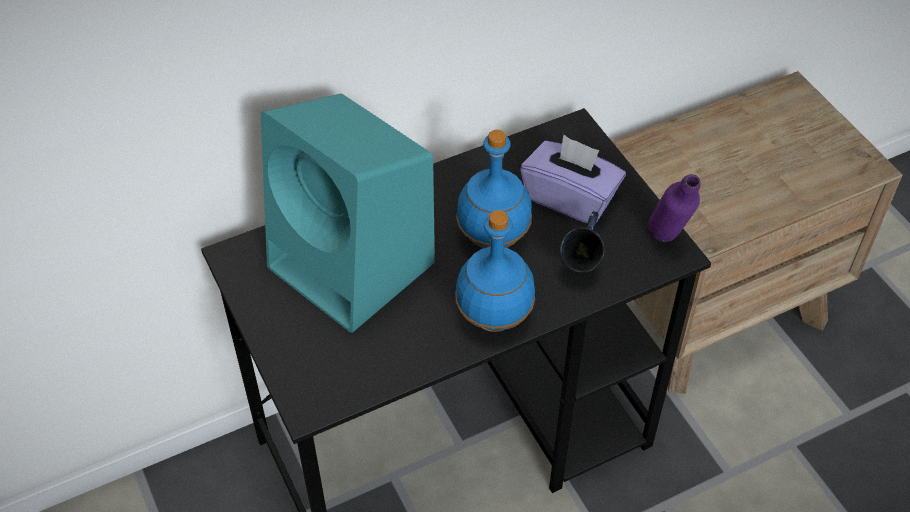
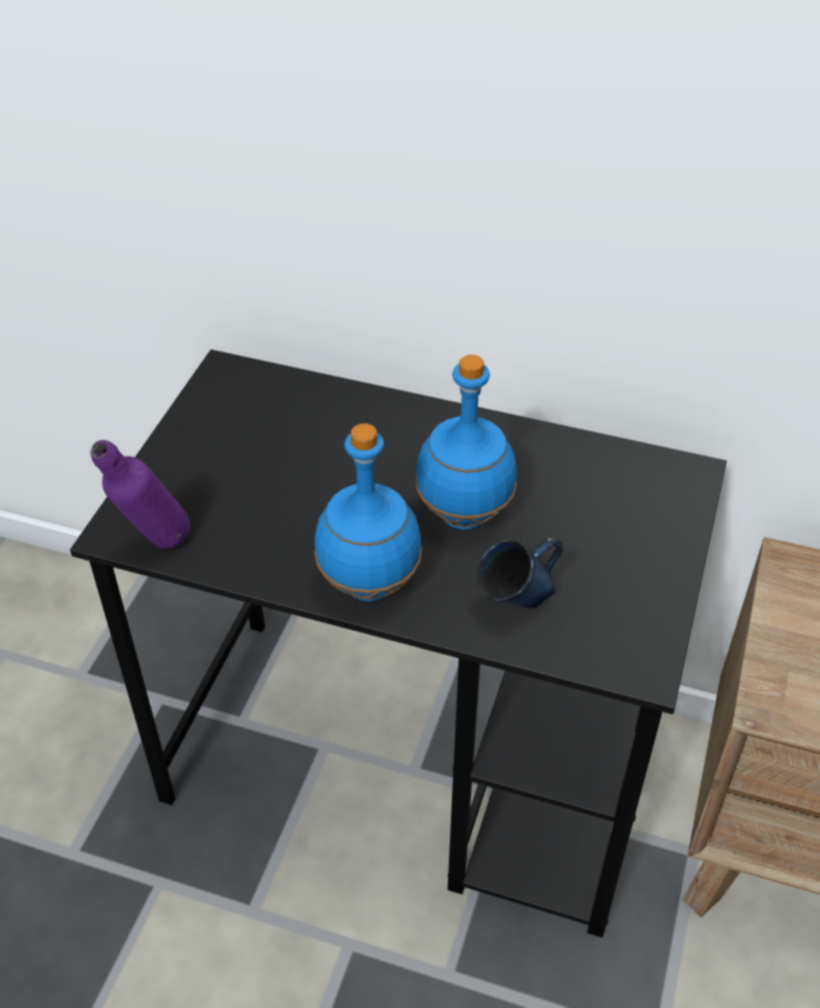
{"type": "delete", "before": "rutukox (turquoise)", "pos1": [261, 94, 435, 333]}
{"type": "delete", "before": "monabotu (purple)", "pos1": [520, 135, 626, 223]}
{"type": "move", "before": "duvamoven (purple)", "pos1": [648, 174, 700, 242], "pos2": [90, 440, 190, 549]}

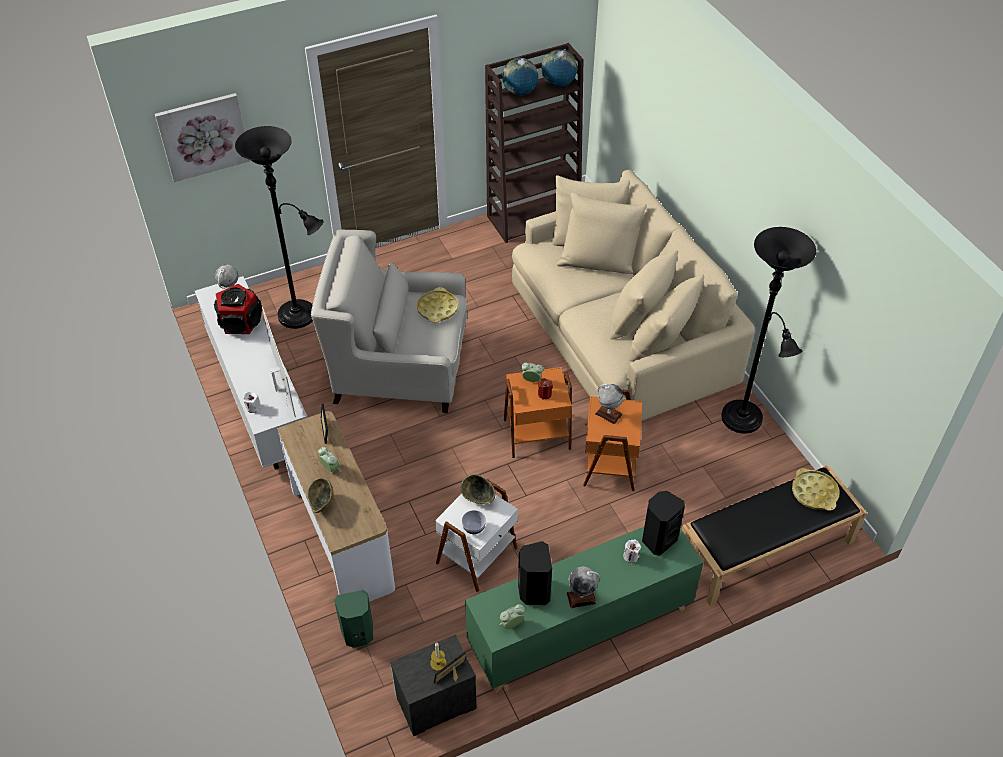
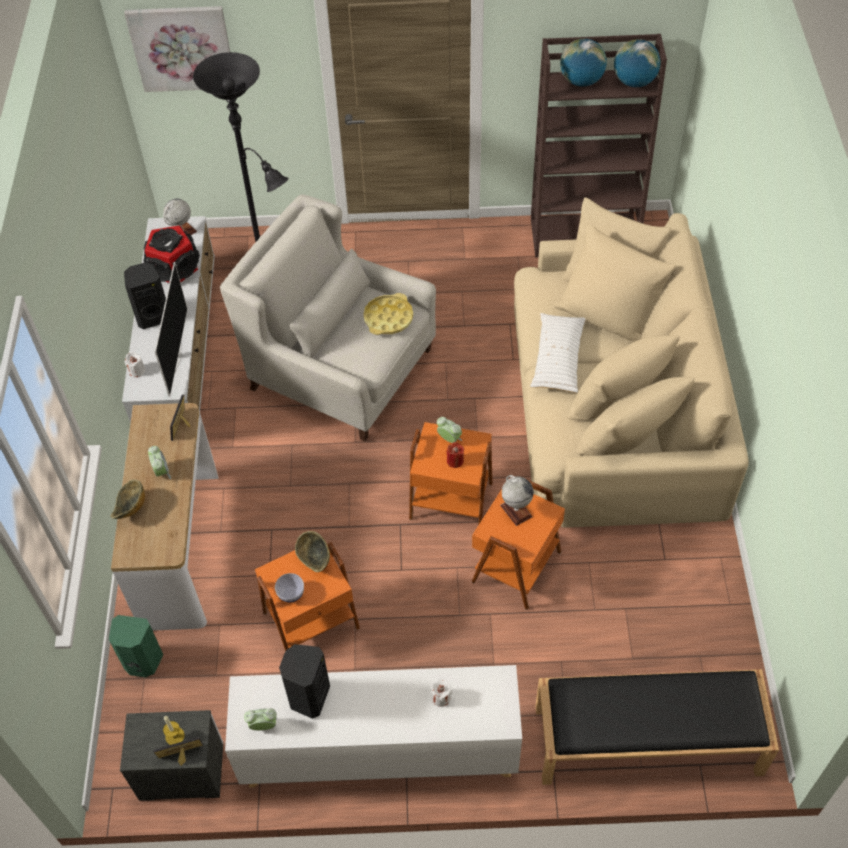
{"type": "recolor", "before": "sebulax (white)", "after": "sebulax (orange)", "pos1": [435, 479, 518, 592], "pos2": [255, 542, 360, 651]}
{"type": "recolor", "before": "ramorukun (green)", "after": "ramorukun (white)", "pos1": [465, 527, 704, 693], "pos2": [225, 665, 522, 788]}
{"type": "delete", "before": "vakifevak", "pos1": [567, 567, 600, 608]}
{"type": "move", "before": "rutukox (black)", "pos1": [642, 491, 685, 555], "pos2": [124, 263, 166, 329]}
{"type": "delete", "before": "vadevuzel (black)", "pos1": [721, 227, 816, 434]}
{"type": "delete", "before": "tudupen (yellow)", "pos1": [792, 468, 840, 511]}
{"type": "insert", "after": "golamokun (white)", "pos2": [530, 313, 586, 393]}

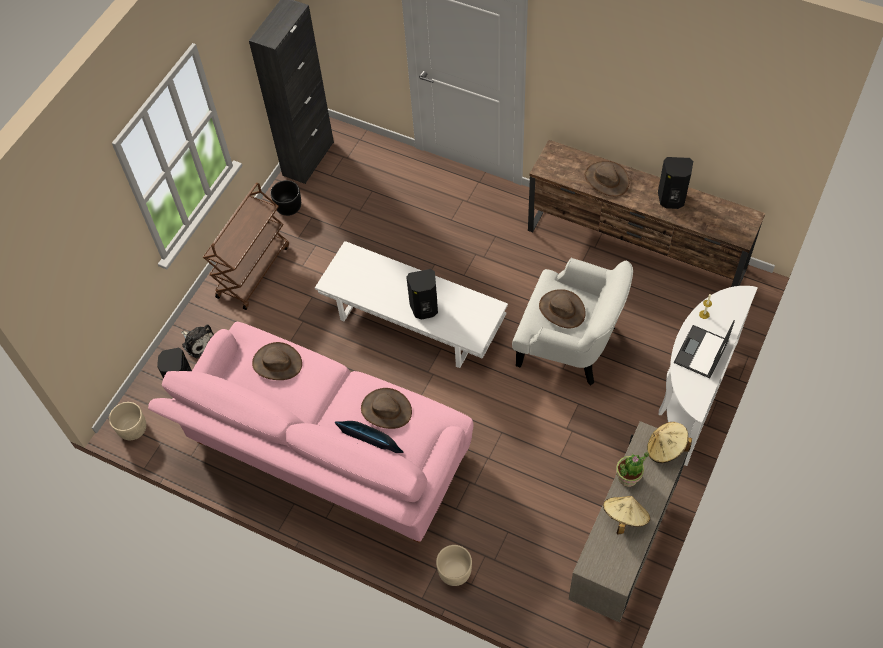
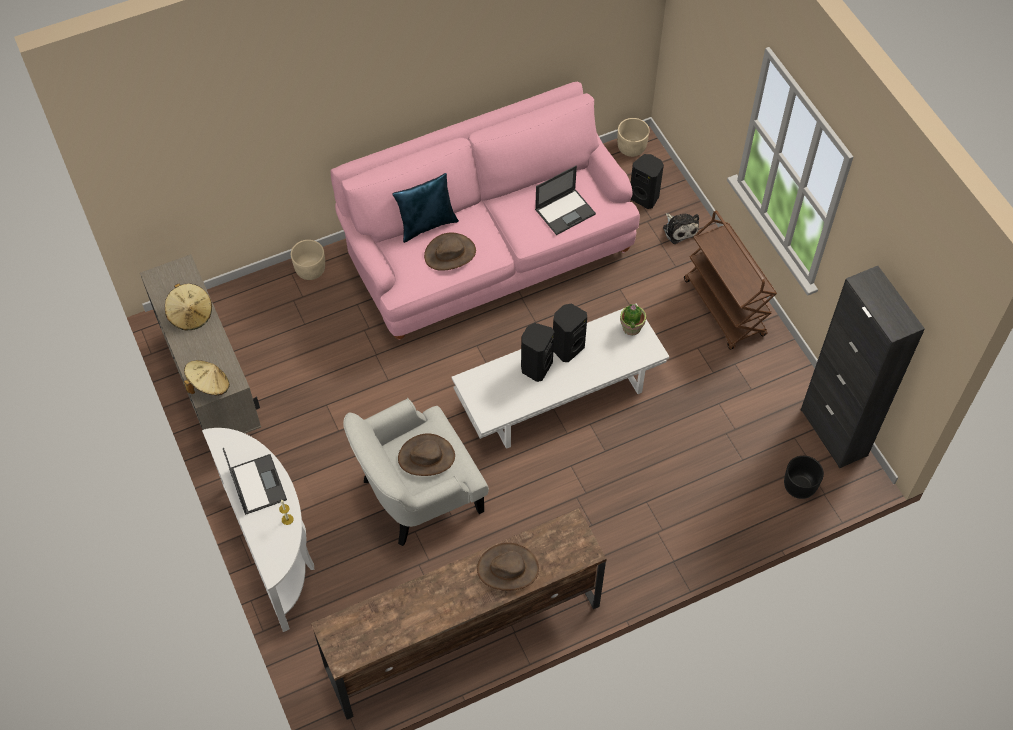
{"type": "rotate", "before": "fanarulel", "pos1": [181, 324, 214, 358], "pos2": [663, 213, 699, 244], "turn": -105}
{"type": "replace", "before": "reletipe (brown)", "after": "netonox", "pos1": [252, 342, 302, 380], "pos2": [535, 166, 596, 235]}
{"type": "move", "before": "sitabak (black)", "pos1": [270, 180, 301, 216], "pos2": [784, 456, 824, 499]}
{"type": "move", "before": "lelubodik", "pos1": [616, 452, 649, 487], "pos2": [620, 304, 646, 335]}
{"type": "move", "before": "rutukox (black)", "pos1": [658, 157, 693, 209], "pos2": [553, 304, 587, 362]}

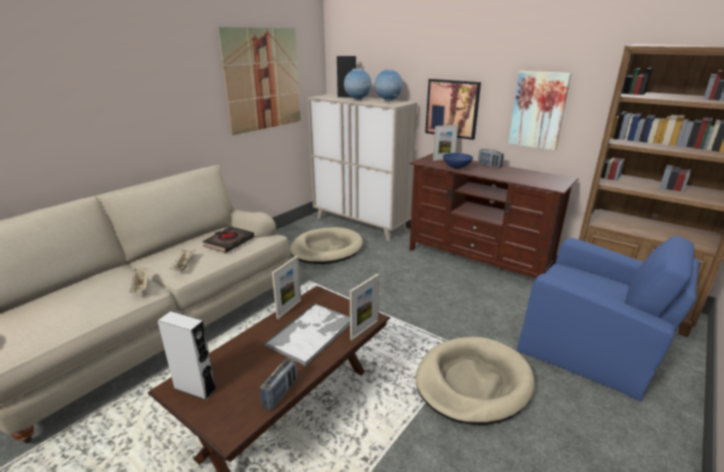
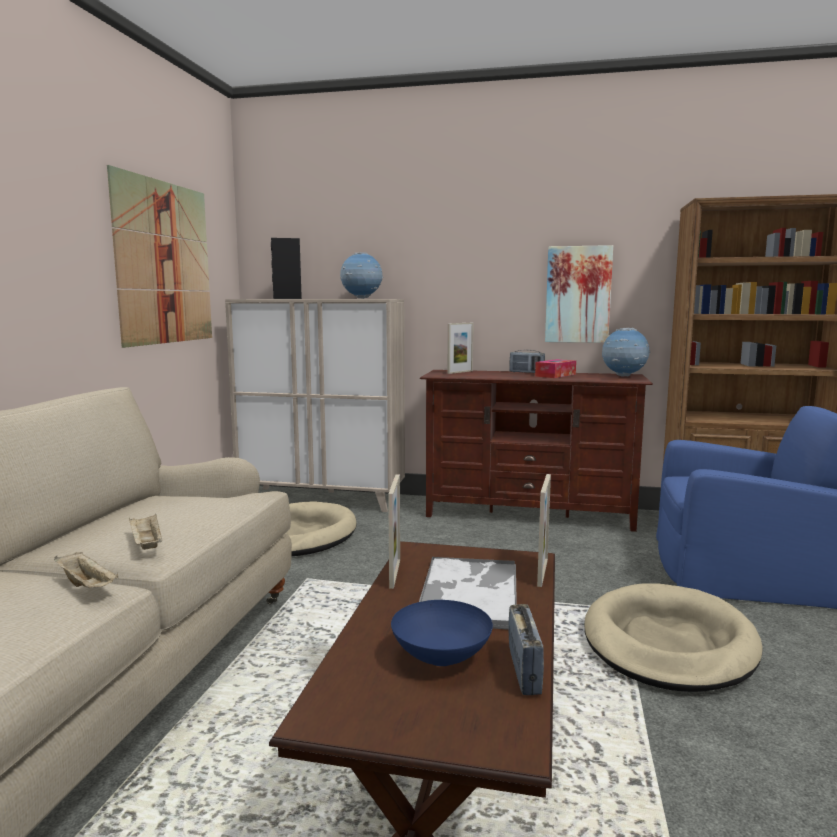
{"type": "delete", "before": "rutukox (grey)", "pos1": [157, 311, 216, 400]}
{"type": "delete", "before": "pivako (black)", "pos1": [202, 226, 254, 253]}
{"type": "move", "before": "vakifevak", "pos1": [344, 68, 372, 100], "pos2": [602, 328, 650, 377]}
{"type": "delete", "before": "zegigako", "pos1": [425, 79, 481, 140]}
{"type": "move", "before": "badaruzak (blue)", "pos1": [443, 153, 473, 169], "pos2": [391, 600, 493, 666]}
{"type": "insert", "after": "monabotu", "pos2": [535, 359, 576, 378]}

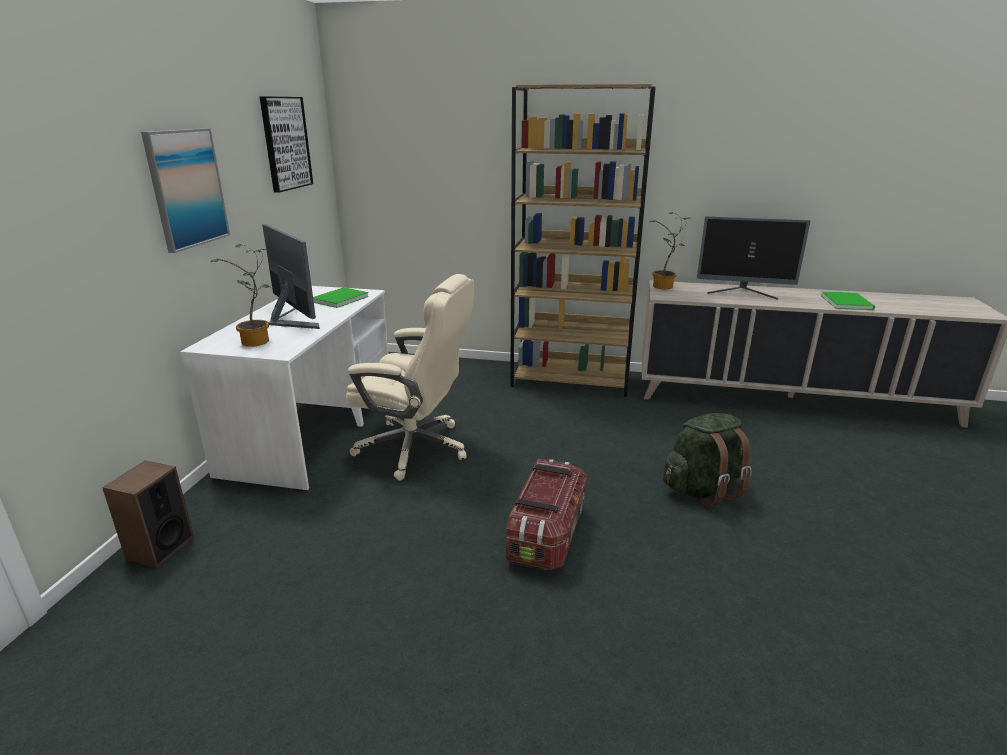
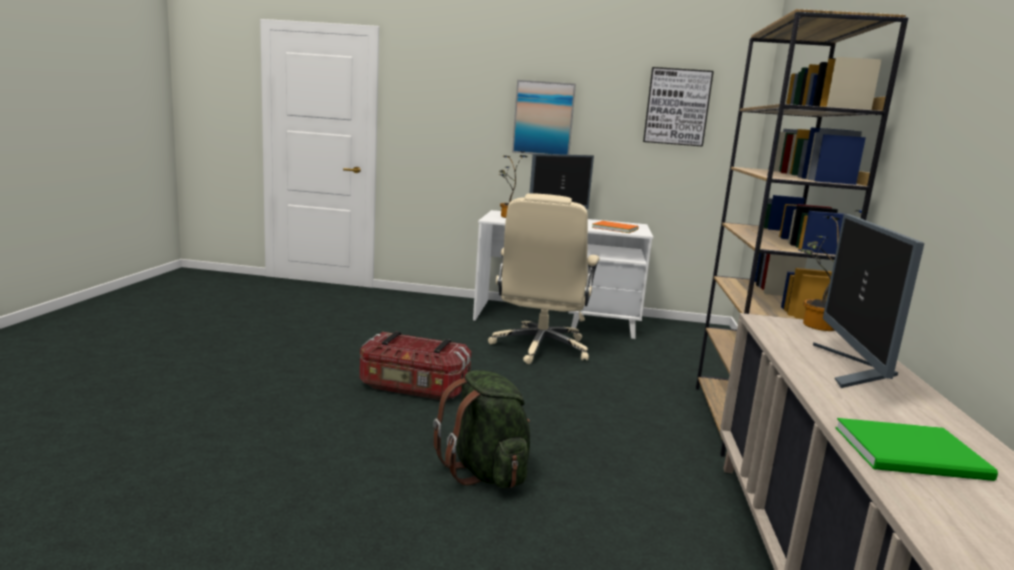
{"type": "delete", "before": "rutukox", "pos1": [102, 461, 194, 568]}
{"type": "recolor", "before": "pivako (green)", "after": "pivako (orange)", "pos1": [313, 287, 369, 308], "pos2": [592, 221, 639, 233]}

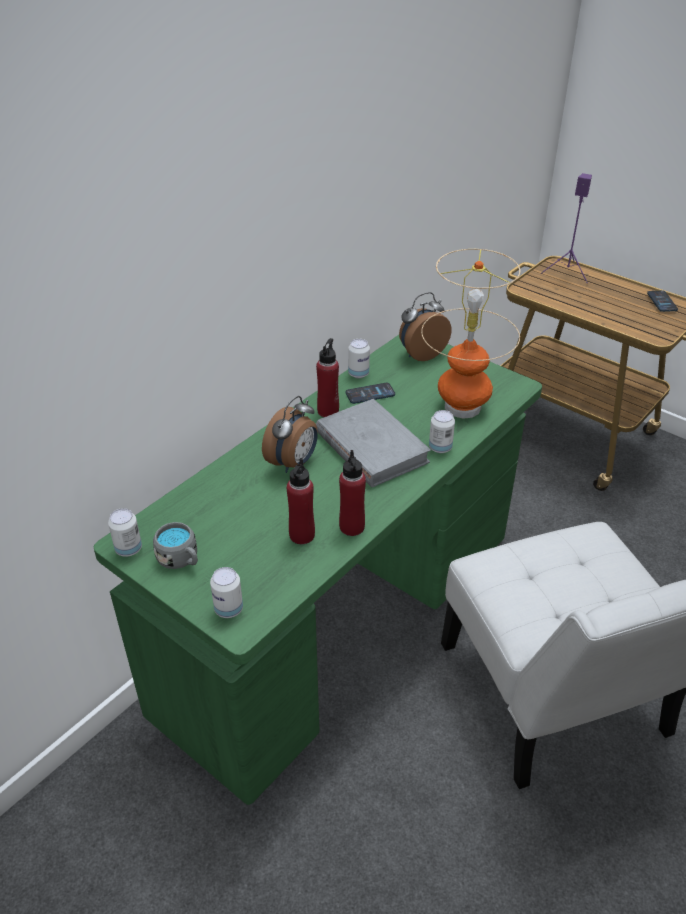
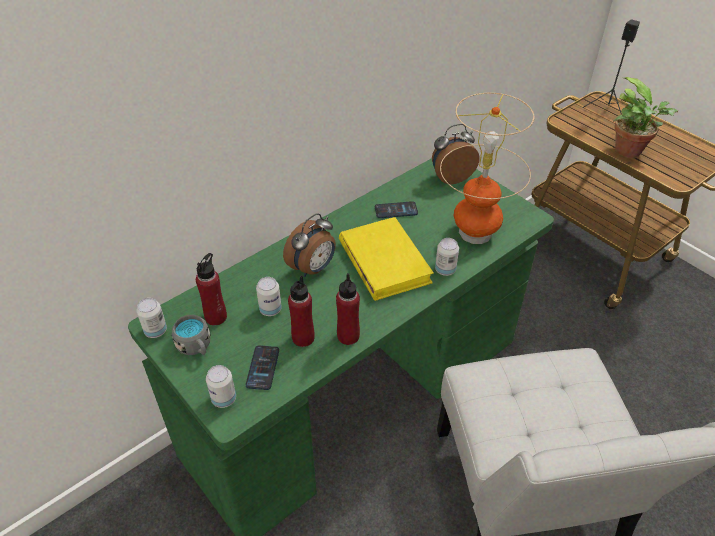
{"type": "move", "before": "duvamoven (red)", "pos1": [316, 338, 339, 417], "pos2": [196, 253, 227, 325]}
{"type": "recolor", "before": "pivako (grey)", "after": "pivako (yellow)", "pos1": [316, 399, 431, 488], "pos2": [339, 217, 434, 301]}
{"type": "move", "before": "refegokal", "pos1": [348, 339, 370, 378], "pos2": [256, 277, 282, 316]}
{"type": "recolor", "before": "rutukox (purple)", "after": "rutukox (black)", "pos1": [541, 173, 592, 283], "pos2": [583, 19, 640, 114]}
{"type": "move", "before": "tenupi", "pos1": [647, 291, 678, 312], "pos2": [246, 345, 279, 390]}
{"type": "insert", "after": "lelubodik", "pos2": [613, 77, 678, 158]}

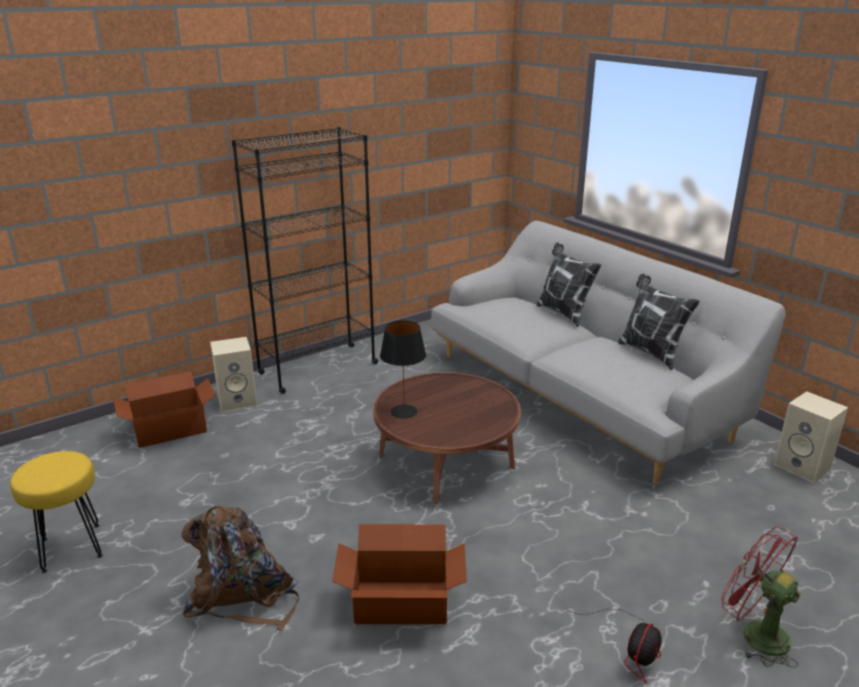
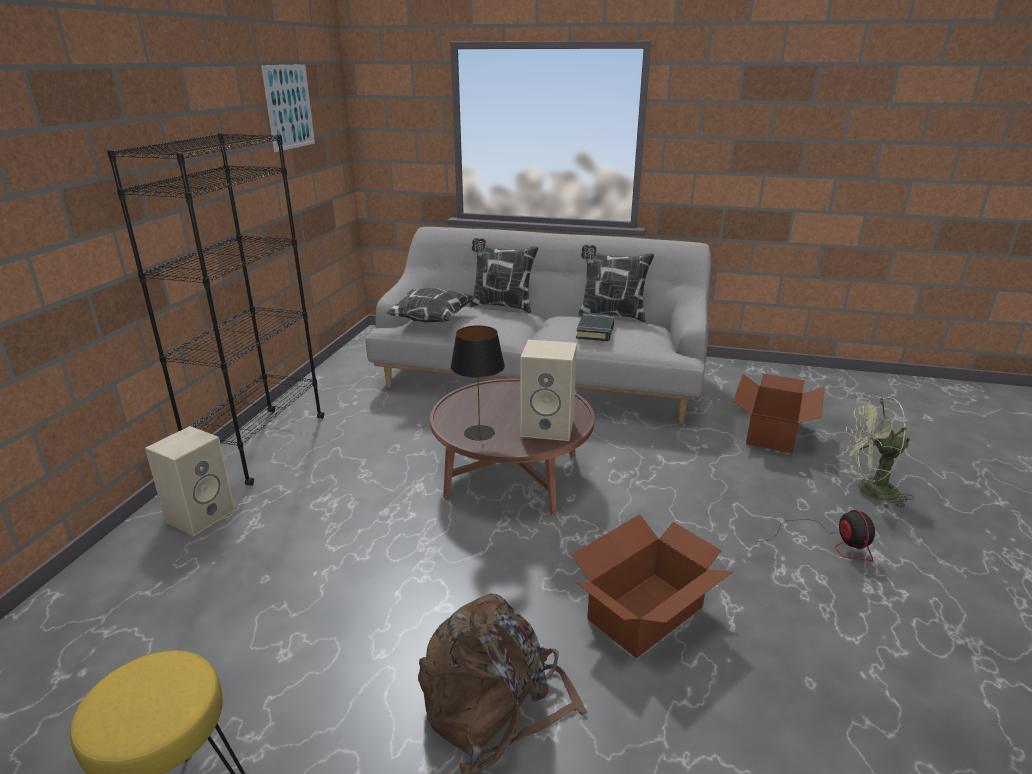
{"type": "move", "before": "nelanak", "pos1": [113, 371, 215, 448], "pos2": [733, 374, 824, 454]}
{"type": "recolor", "before": "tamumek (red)", "after": "tamumek (green)", "pos1": [721, 526, 801, 667], "pos2": [843, 395, 914, 509]}
{"type": "move", "before": "rutukox (beige)", "pos1": [774, 391, 848, 483], "pos2": [520, 340, 577, 441]}
{"type": "insert", "after": "zegigako", "pos2": [261, 64, 315, 152]}
{"type": "insert", "after": "golamokun", "pos2": [385, 288, 475, 322]}
{"type": "insert", "after": "pivako (black)", "pos2": [576, 312, 615, 341]}

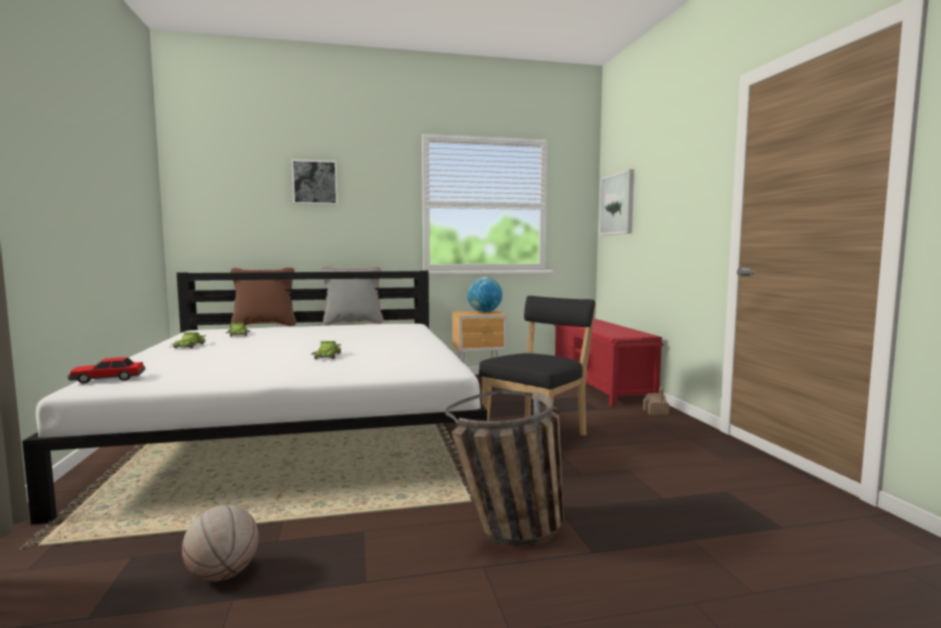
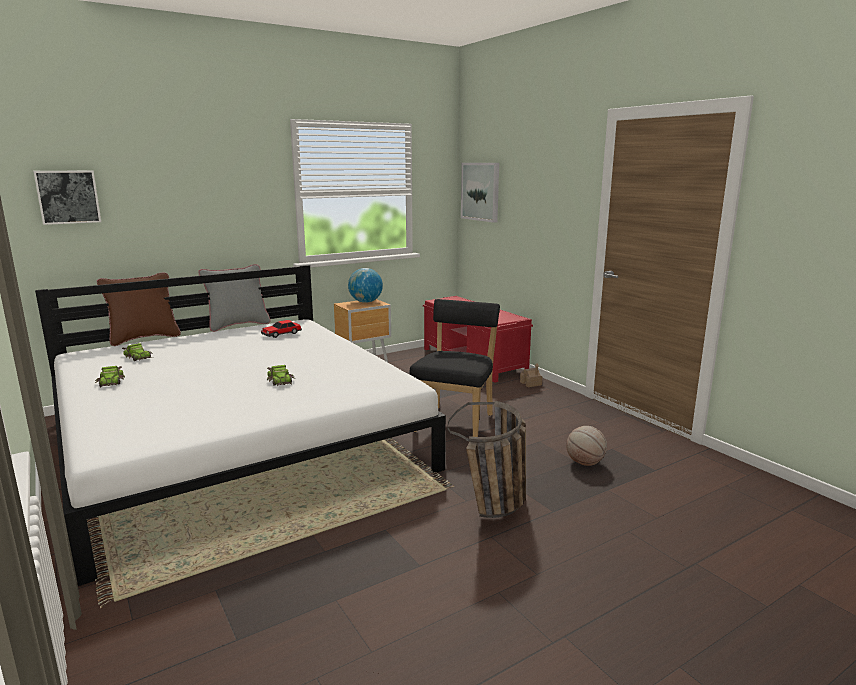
{"type": "move", "before": "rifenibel", "pos1": [68, 357, 145, 384], "pos2": [261, 320, 302, 338]}
{"type": "move", "before": "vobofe", "pos1": [182, 505, 259, 582], "pos2": [566, 426, 607, 466]}
{"type": "move", "before": "zegigako", "pos1": [292, 159, 338, 205], "pos2": [33, 170, 101, 225]}

